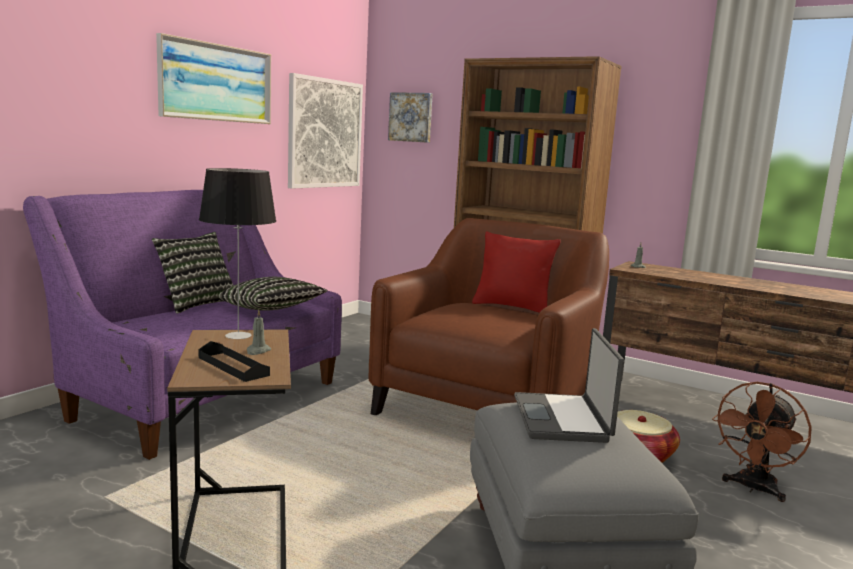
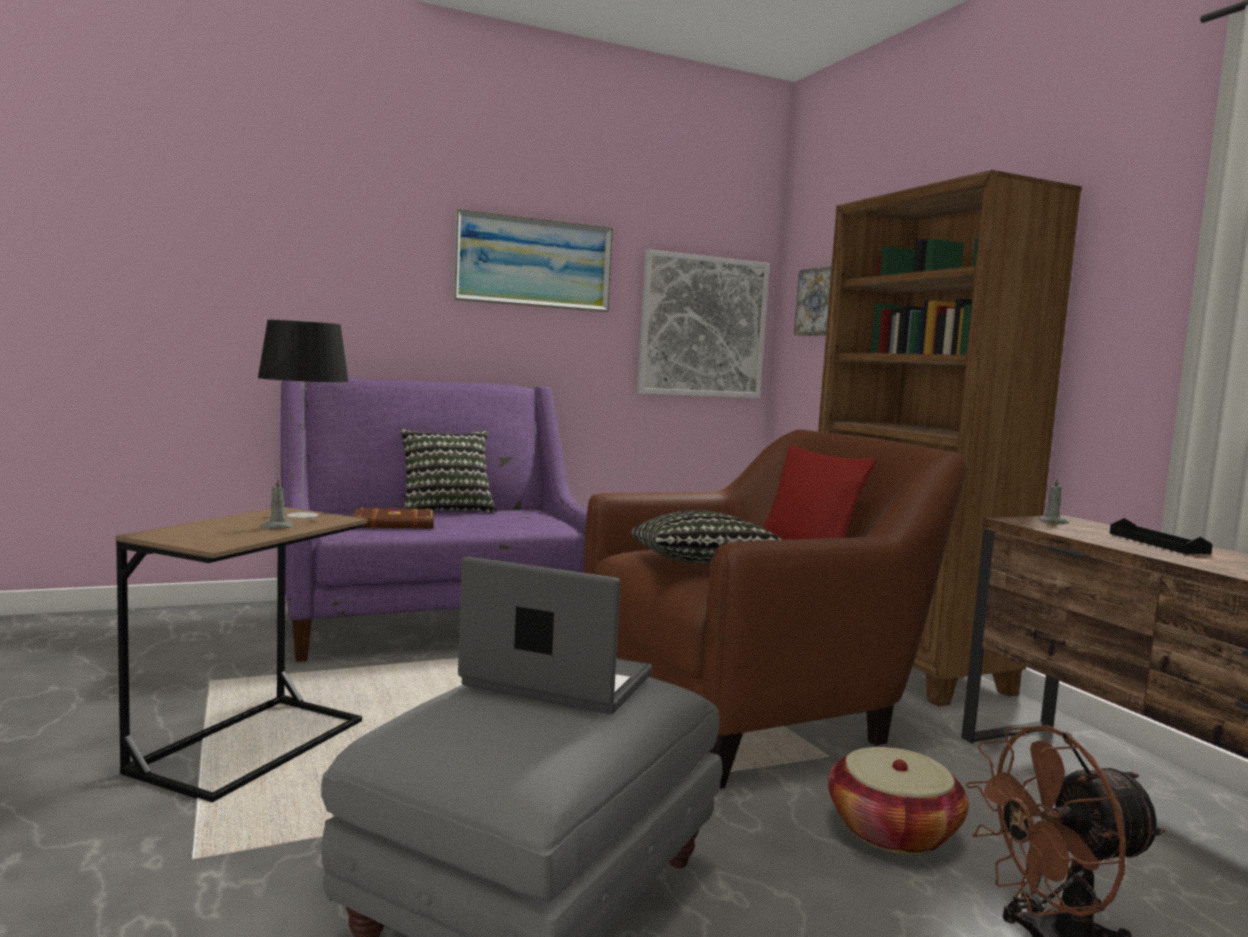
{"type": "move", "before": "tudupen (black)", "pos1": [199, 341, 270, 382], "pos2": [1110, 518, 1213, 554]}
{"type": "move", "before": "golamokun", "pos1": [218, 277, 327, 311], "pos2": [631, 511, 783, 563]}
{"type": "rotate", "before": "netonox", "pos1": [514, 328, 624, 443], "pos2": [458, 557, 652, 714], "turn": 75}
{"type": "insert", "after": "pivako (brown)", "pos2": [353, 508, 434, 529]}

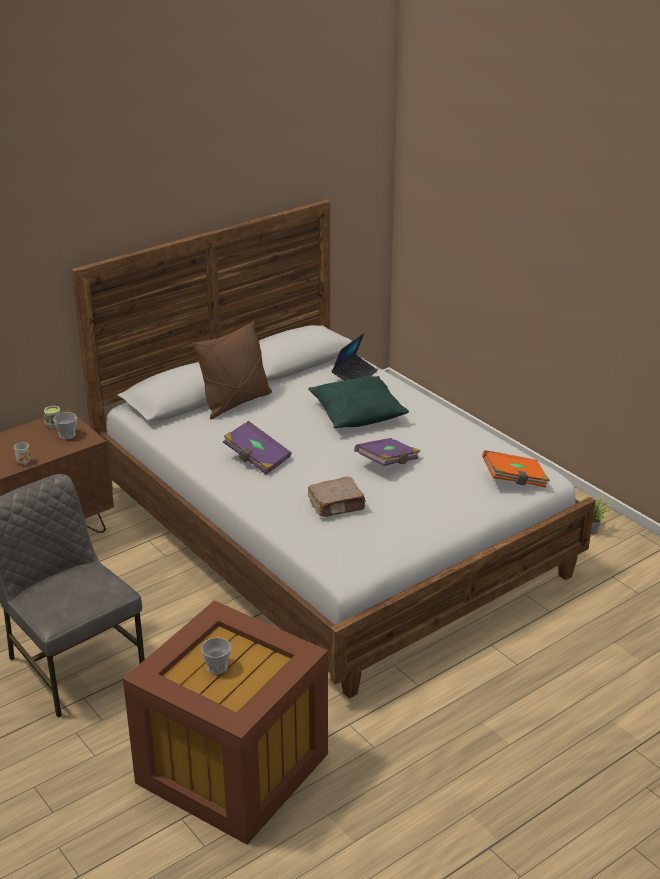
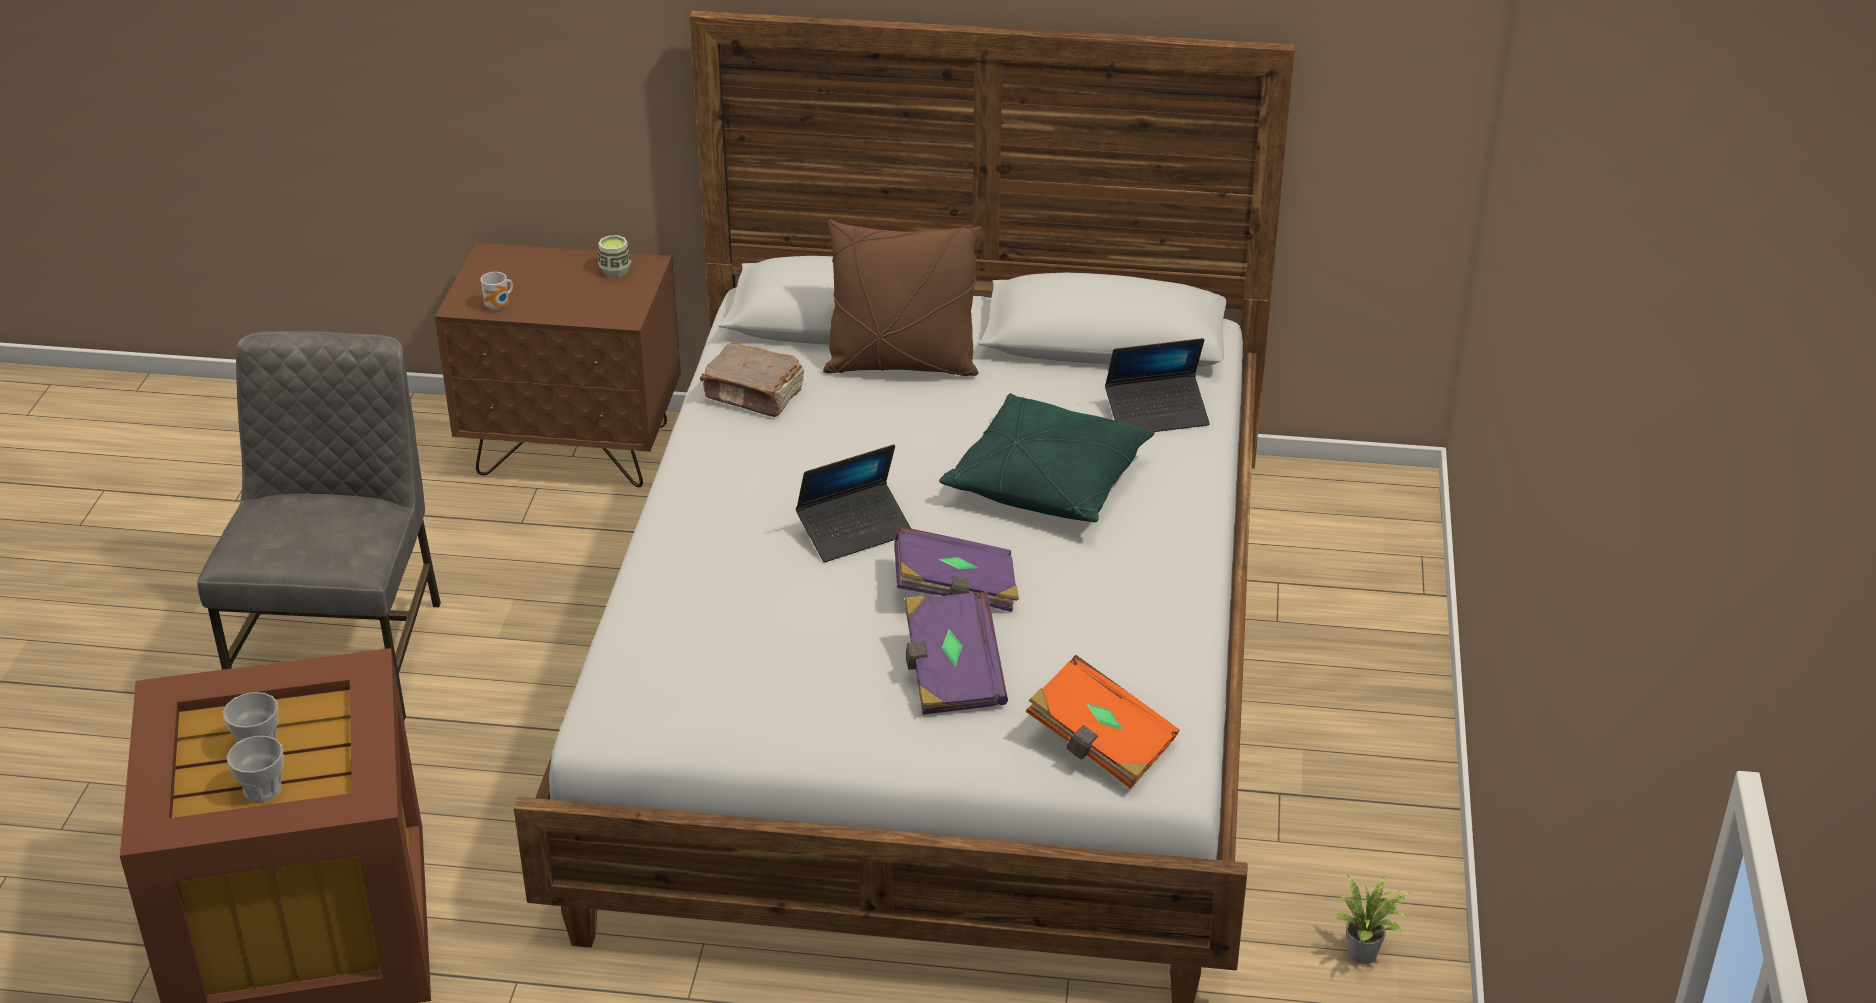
{"type": "move", "before": "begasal", "pos1": [53, 412, 77, 440], "pos2": [227, 736, 284, 802]}
{"type": "move", "before": "pivako (purple)", "pos1": [223, 421, 292, 475], "pos2": [905, 591, 1008, 715]}
{"type": "move", "before": "pivako (brown)", "pos1": [308, 476, 366, 517], "pos2": [700, 343, 804, 417]}
{"type": "insert", "after": "netonox", "pos2": [796, 444, 911, 562]}

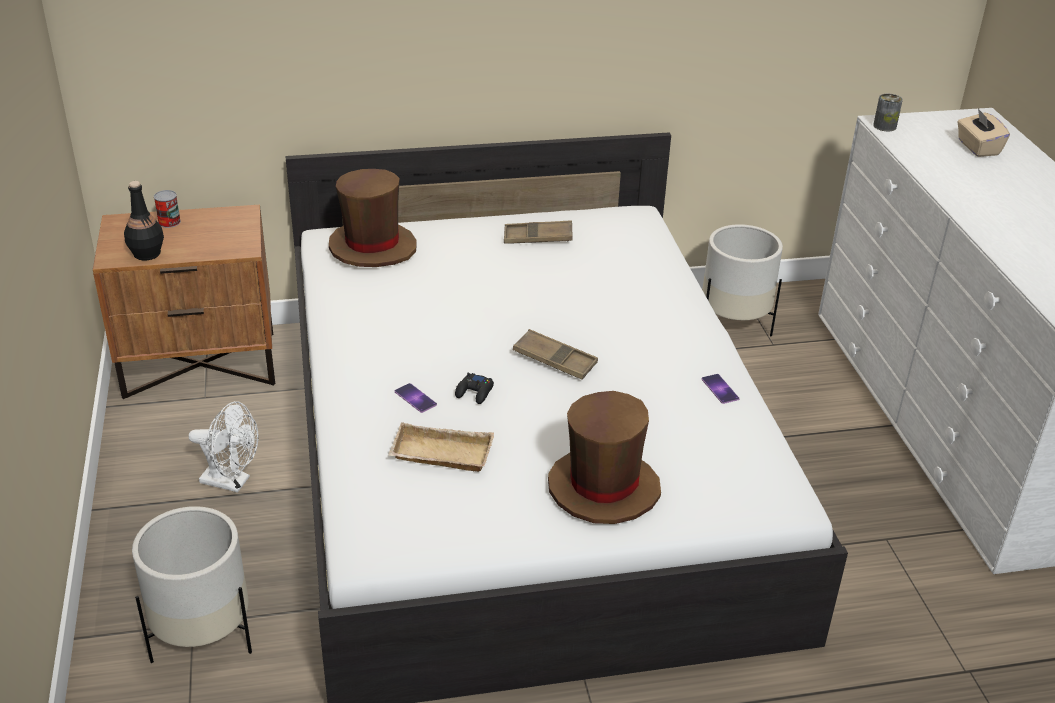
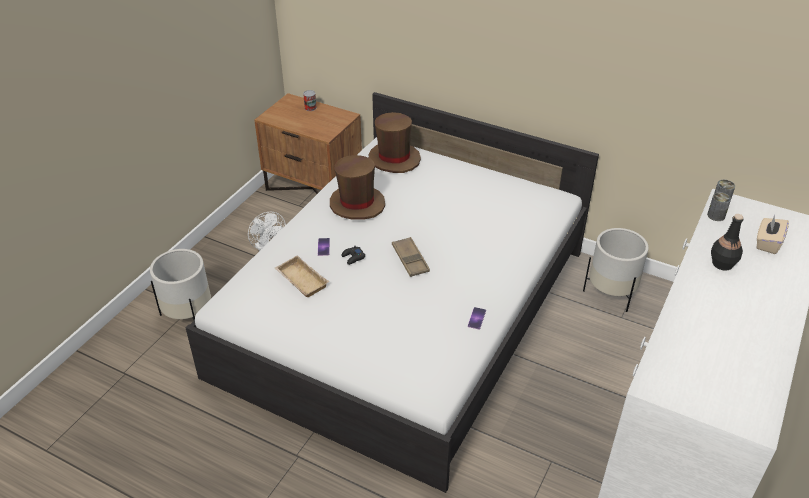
{"type": "move", "before": "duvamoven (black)", "pos1": [124, 181, 164, 261], "pos2": [711, 214, 743, 270]}
{"type": "delete", "before": "tudupen (brown)", "pos1": [504, 220, 573, 244]}
{"type": "move", "before": "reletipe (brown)", "pos1": [548, 391, 661, 524], "pos2": [330, 155, 385, 220]}
{"type": "insert", "after": "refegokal", "pos2": [707, 192, 731, 221]}

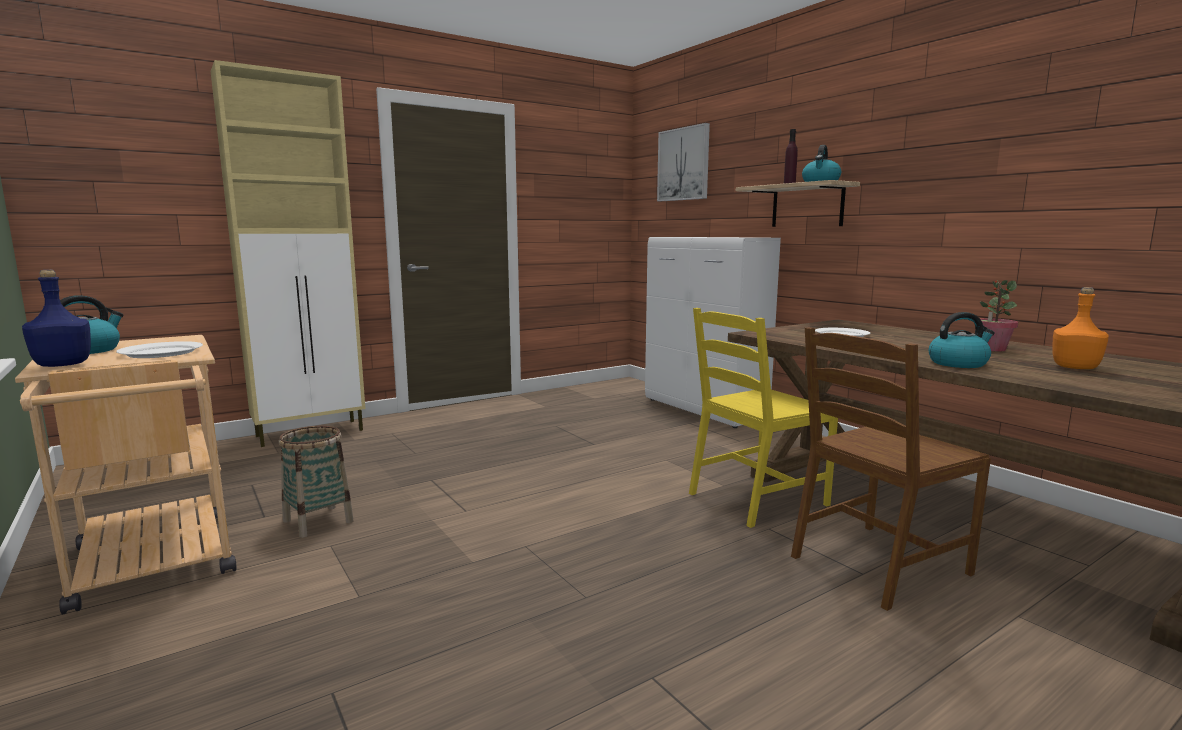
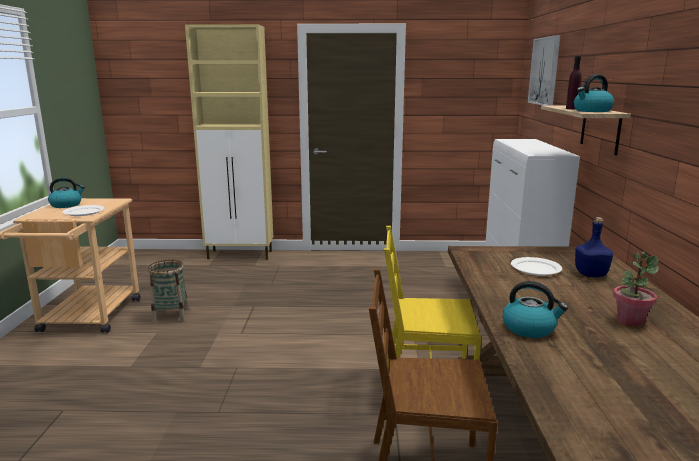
{"type": "move", "before": "duvamoven (blue)", "pos1": [22, 270, 91, 367], "pos2": [575, 217, 613, 277]}
{"type": "delete", "before": "duvamoven (orange)", "pos1": [1052, 287, 1109, 369]}

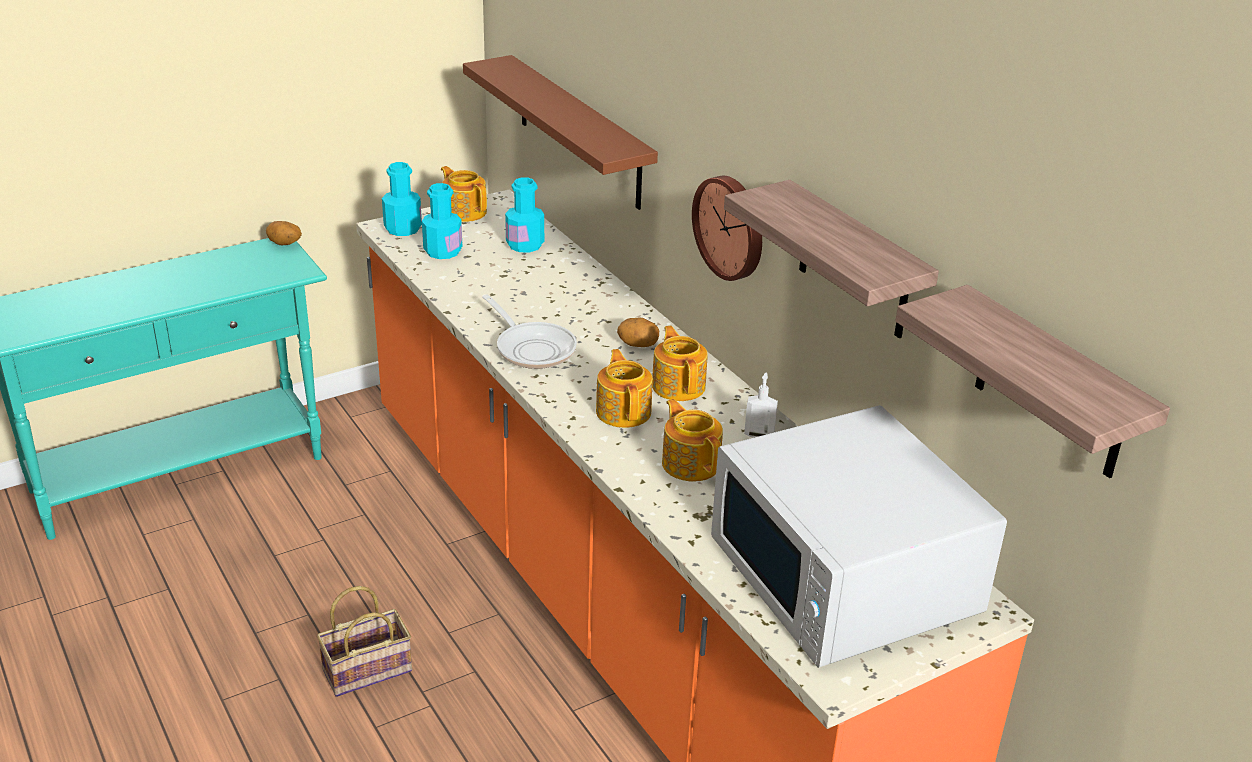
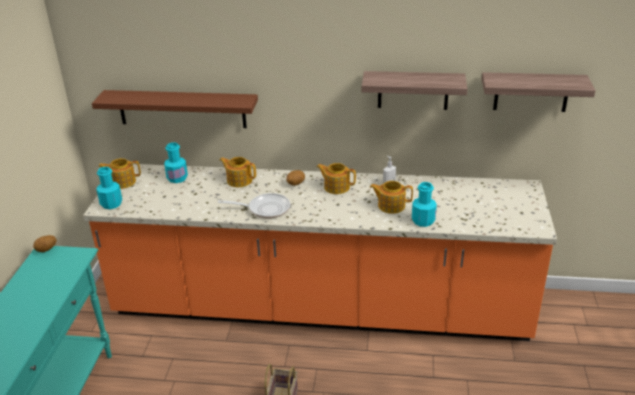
{"type": "move", "before": "duvamoven (turquoise)", "pos1": [422, 183, 462, 259], "pos2": [412, 182, 437, 227]}
{"type": "move", "before": "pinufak", "pos1": [596, 349, 653, 428], "pos2": [220, 157, 256, 187]}
{"type": "delete", "before": "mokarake", "pos1": [692, 176, 762, 281]}
{"type": "delete", "before": "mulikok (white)", "pos1": [711, 405, 1007, 668]}

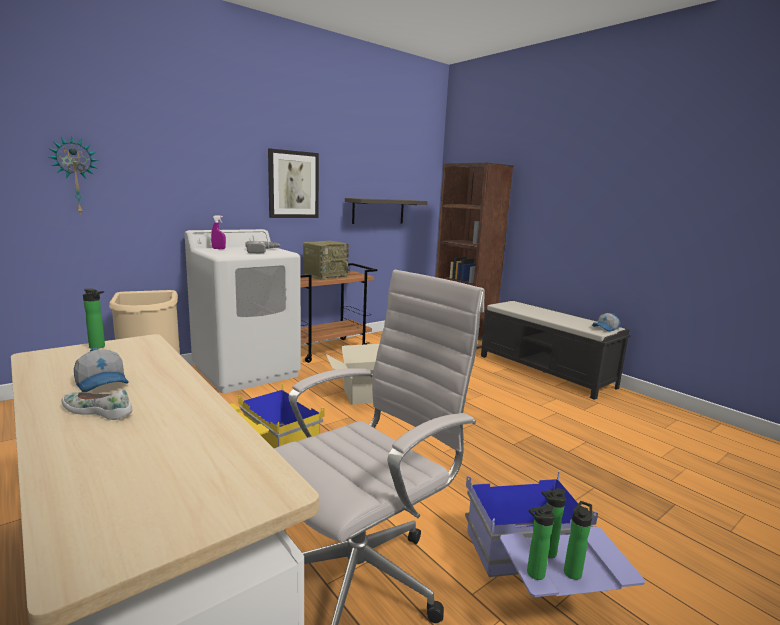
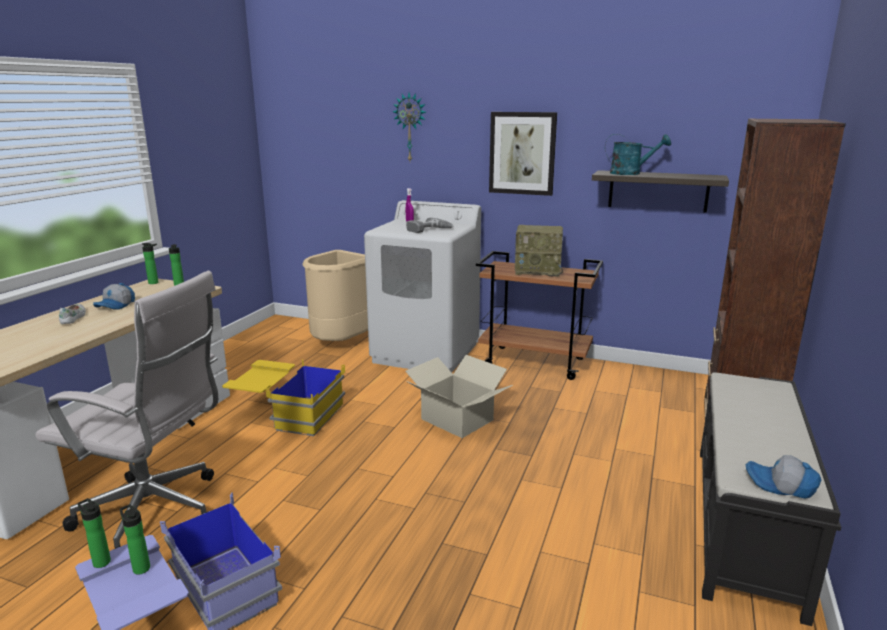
{"type": "move", "before": "mokarake", "pos1": [49, 136, 99, 216], "pos2": [393, 93, 426, 161]}
{"type": "move", "before": "duvamoven", "pos1": [564, 501, 592, 580], "pos2": [142, 243, 158, 284]}
{"type": "insert", "after": "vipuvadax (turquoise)", "pos2": [605, 134, 671, 175]}

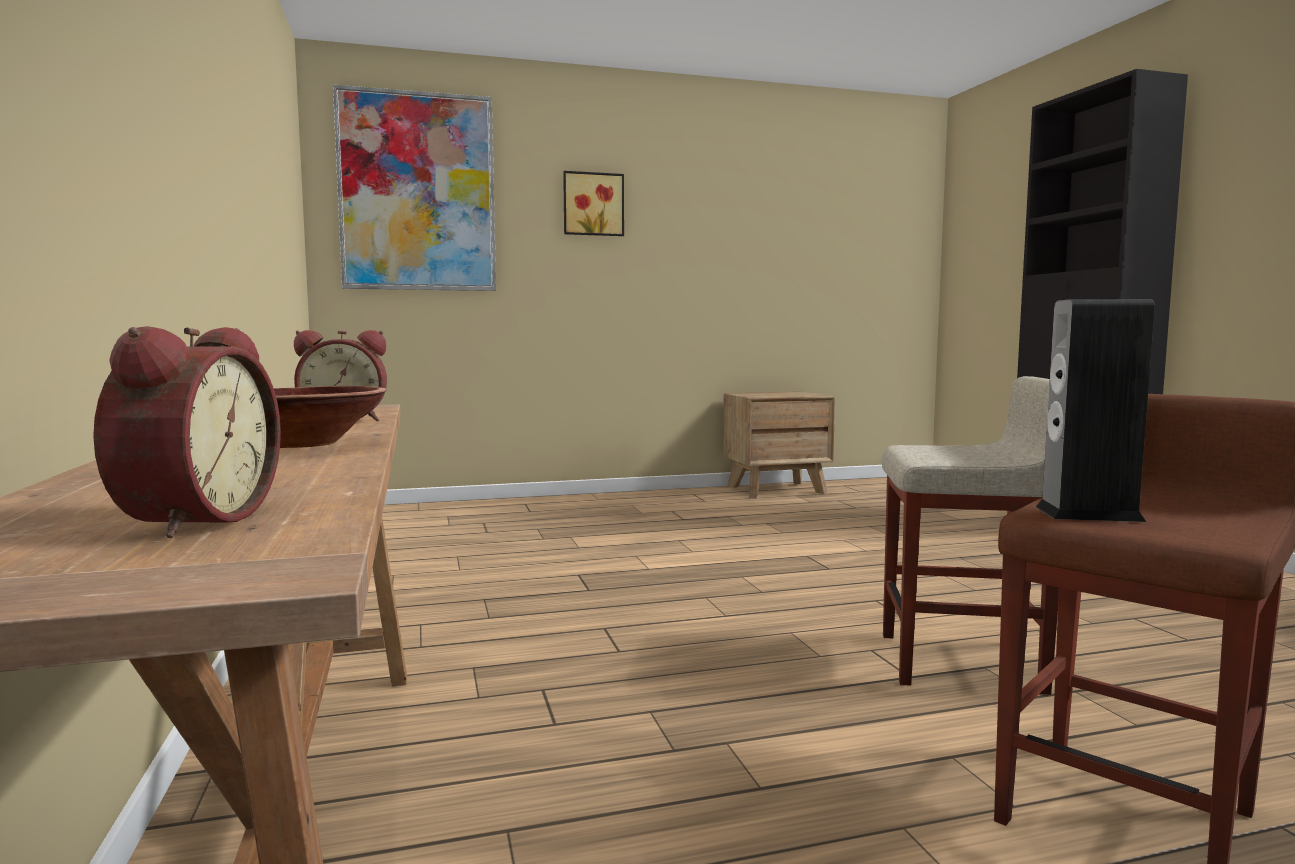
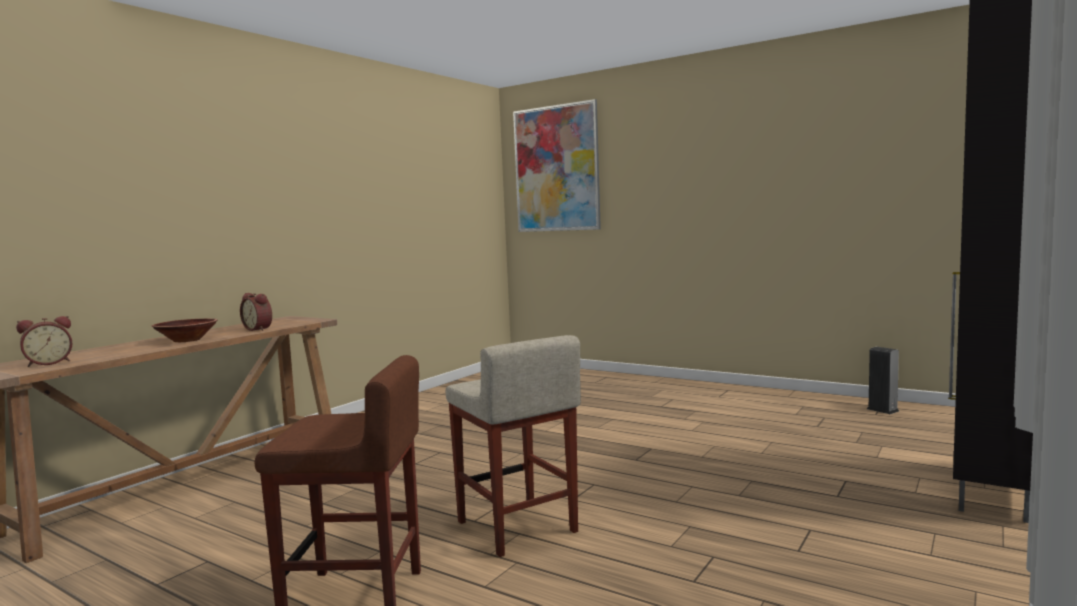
{"type": "delete", "before": "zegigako", "pos1": [563, 171, 624, 236]}
{"type": "delete", "before": "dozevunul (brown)", "pos1": [723, 392, 835, 498]}
{"type": "move", "before": "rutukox", "pos1": [1036, 299, 1155, 522], "pos2": [867, 347, 899, 414]}

